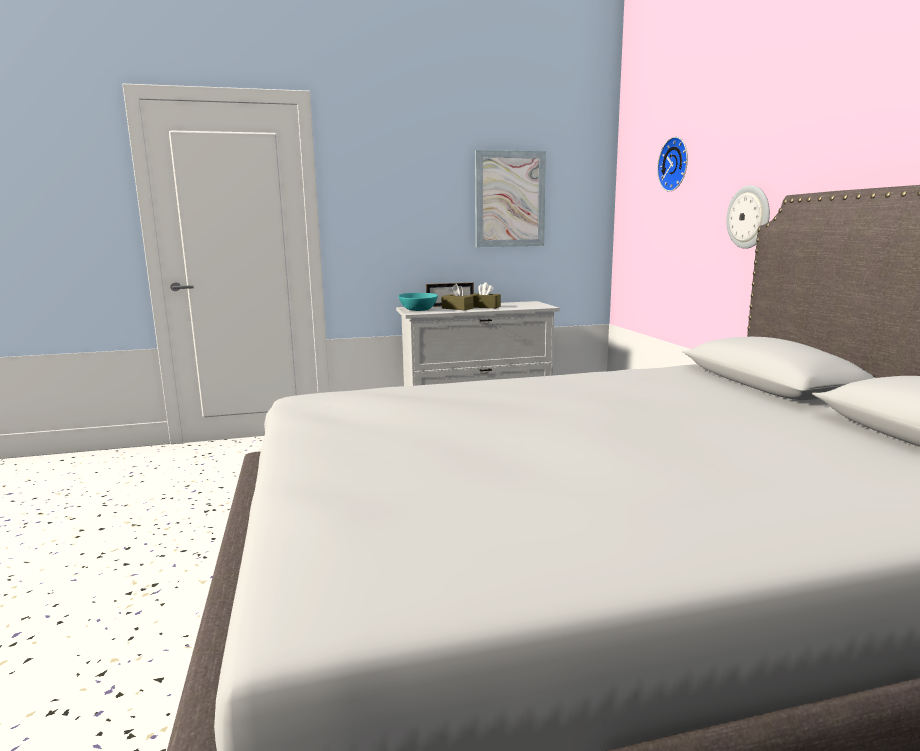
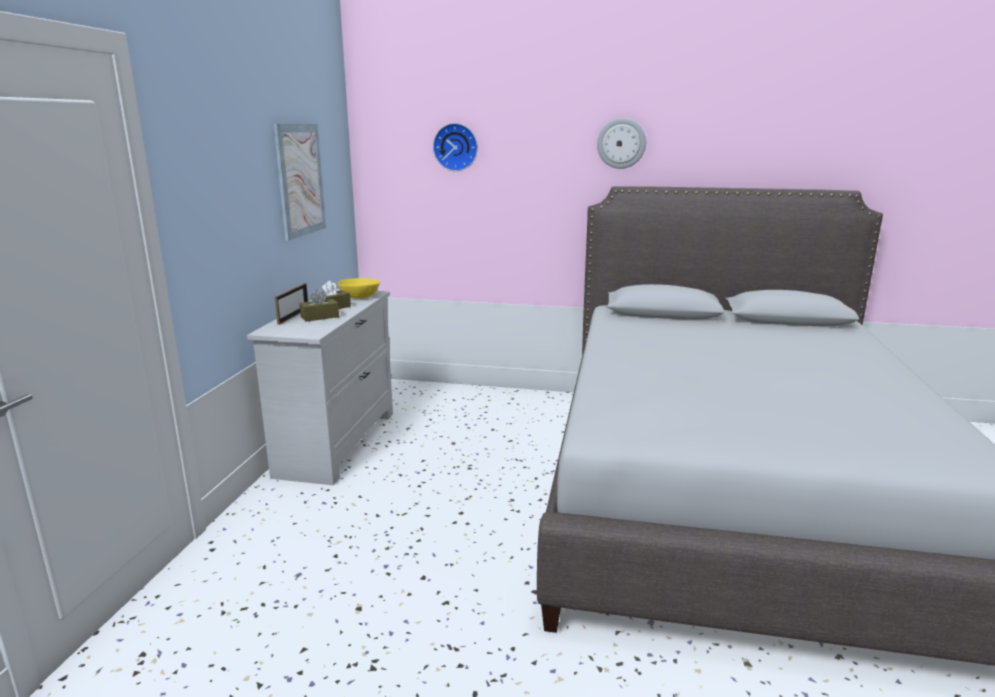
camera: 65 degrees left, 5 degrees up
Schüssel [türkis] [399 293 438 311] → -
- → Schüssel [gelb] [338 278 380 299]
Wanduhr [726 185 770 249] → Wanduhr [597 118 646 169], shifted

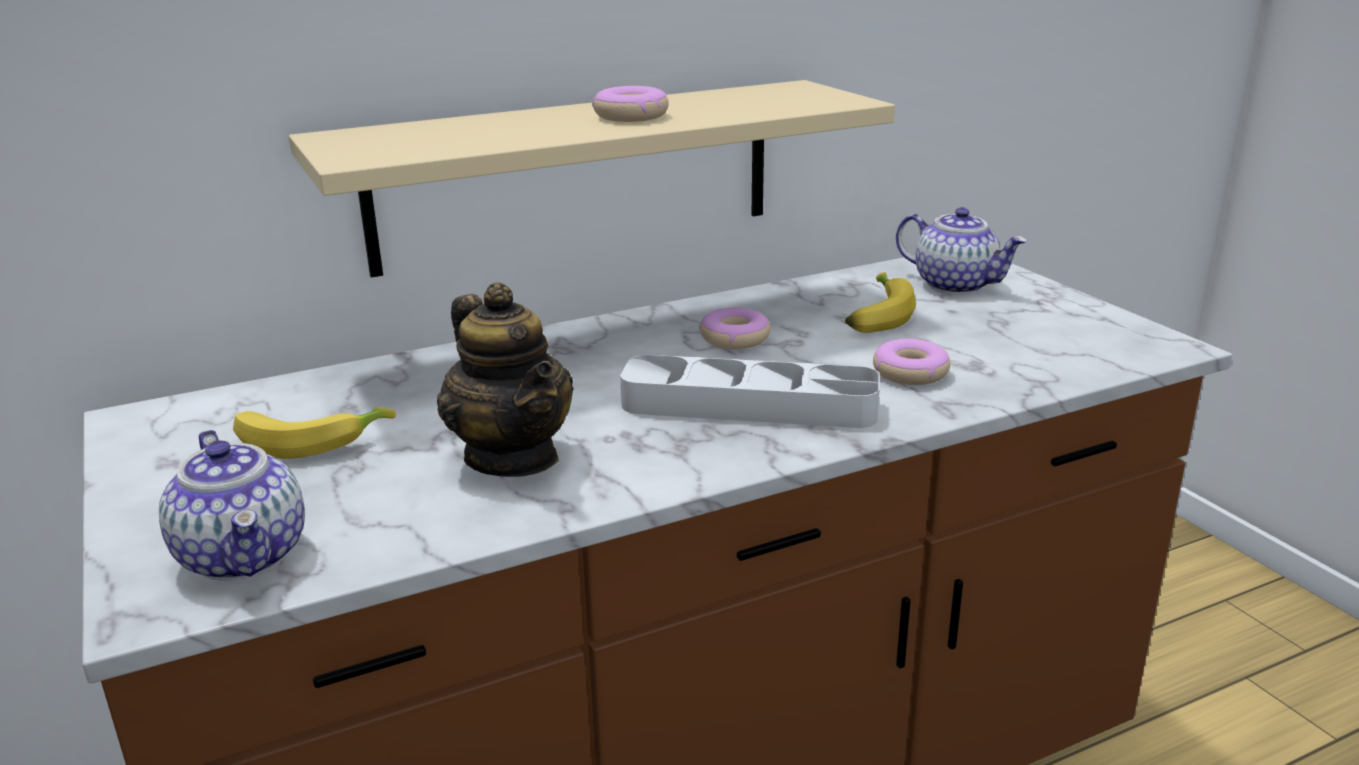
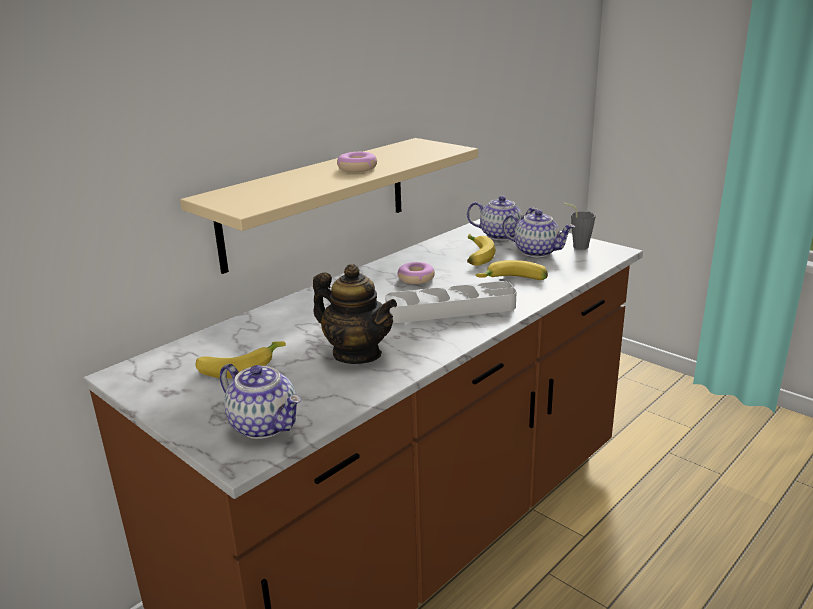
camera: 20 degrees left, 0 degrees up
- → Teekanne [502 210 575 257]
- → Tasse [grau] [564 203 596 249]
Donut [873 339 950 385] → Banane [476 260 548 280]

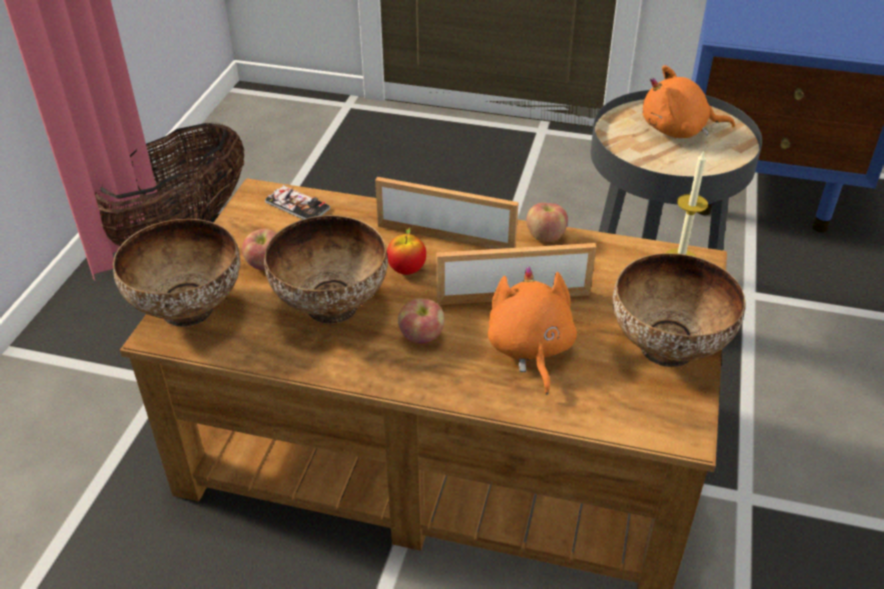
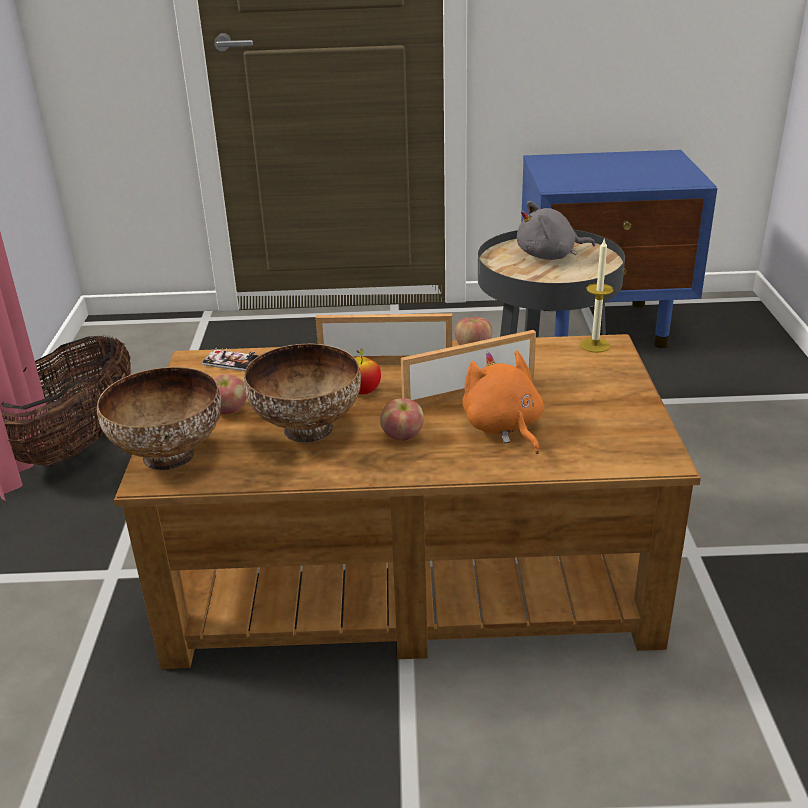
camera: 15 degrees left, 10 degrees down
Schüssel [613 253 746 367] → -
Plüschtier [orange] [643 65 735 138] → Plüschtier [grau] [517 201 595 260]

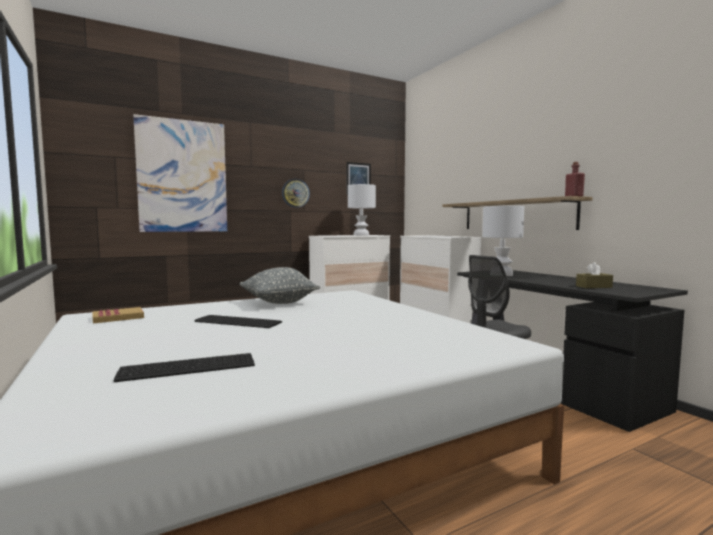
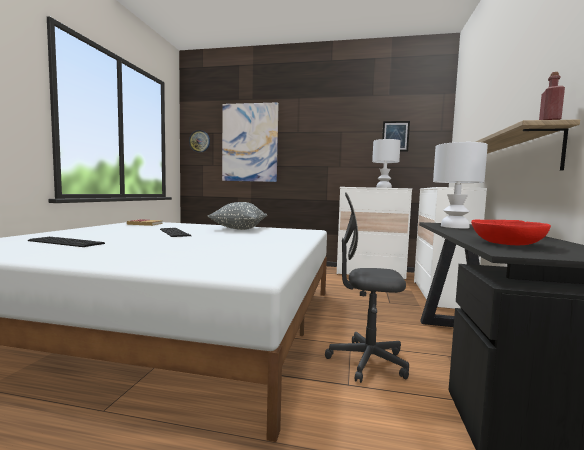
camera: 40 degrees right, 0 degrees up
Wanduhr [282 179 310 208] → Wanduhr [189 130 210 153], shifted
Taschentuchbox [braun] [576 262 613 288] → Schüssel [rot] [471 220 551 245]

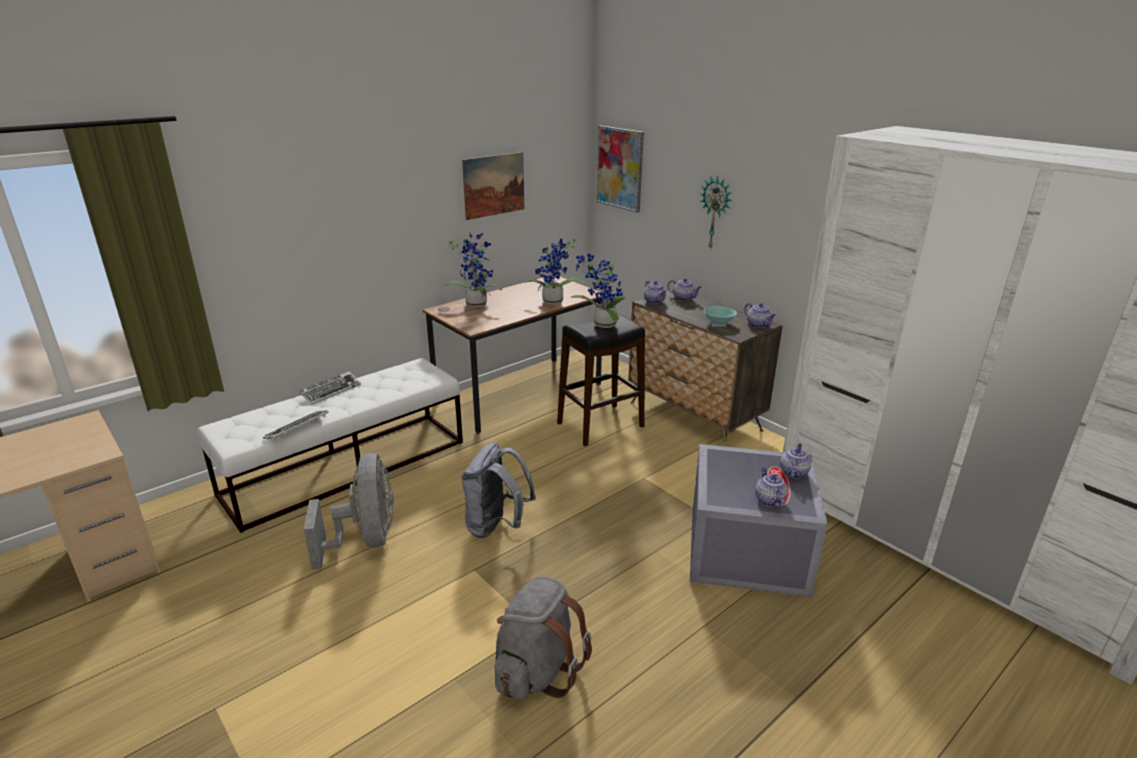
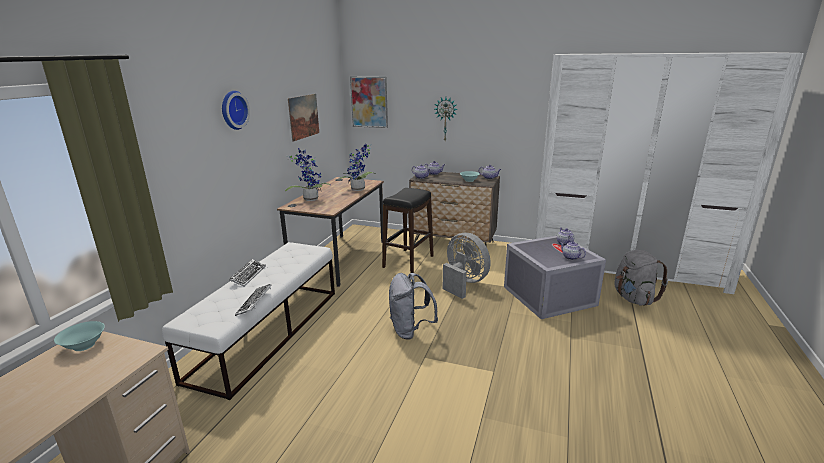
camera: 30 degrees left, 5 degrees down
Topfpflanze [571 253 626 328] → -
- → Schüssel [türkis] [54 321 105 351]
- → Wanduhr [222 91 250 130]
Ventilator [grau] [304 453 394 570] → Ventilator [grau] [443 233 491 299], shifted
Rucksack [grau] [495 576 592 700] → Rucksack [grau] [614 250 668 306], shifted

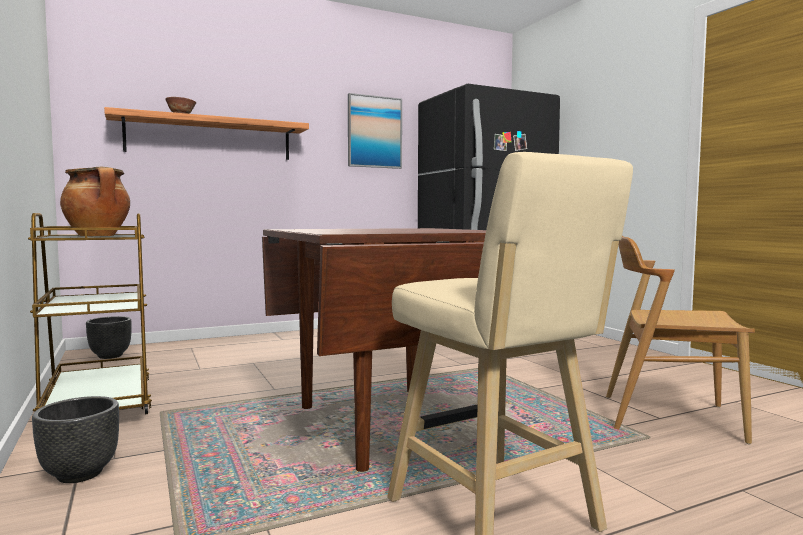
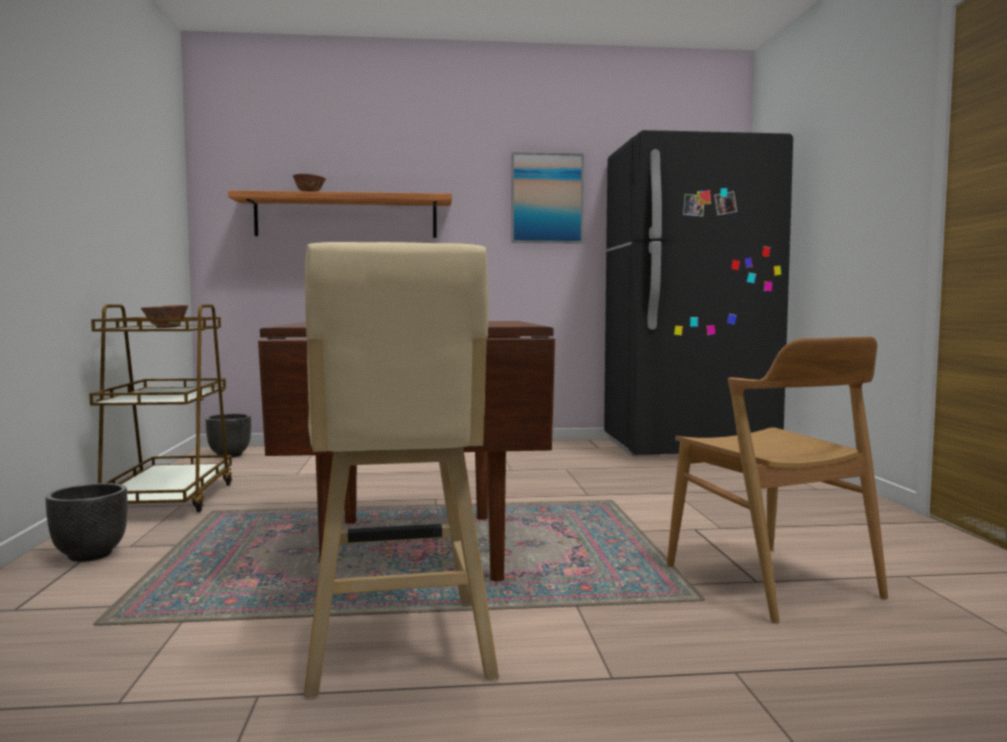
camera: 20 degrees right, 0 degrees up
Kochtopf [60 167 130 237] → Schüssel [141 305 188 328]
Stuhl [braun] [606 236 755 444] → Stuhl [braun] [667 336 888 624], 150 degrees counterclockwise

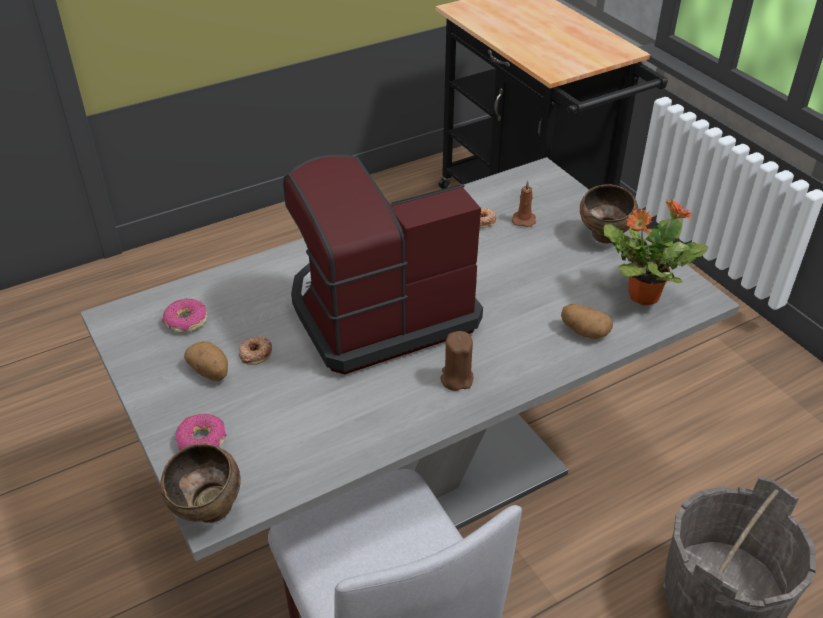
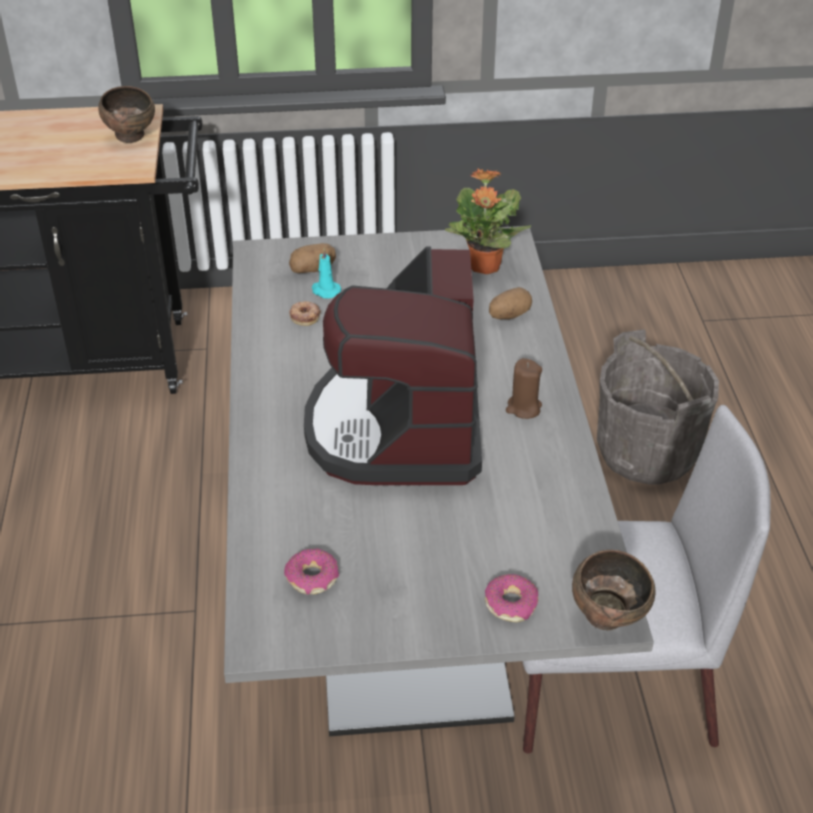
camera: 65 degrees left, 0 degrees up
Donut [239 336 272 365] → -
Kartoffel [184 341 228 381] → Kartoffel [289 243 336 273], shifted
Schüssel [braun] [580 184 638 243] → Schüssel [braun] [98 86 155 143], shifted
Kerze [braun] [512 181 536 227] → Kerze [türkis] [312 248 341 298]

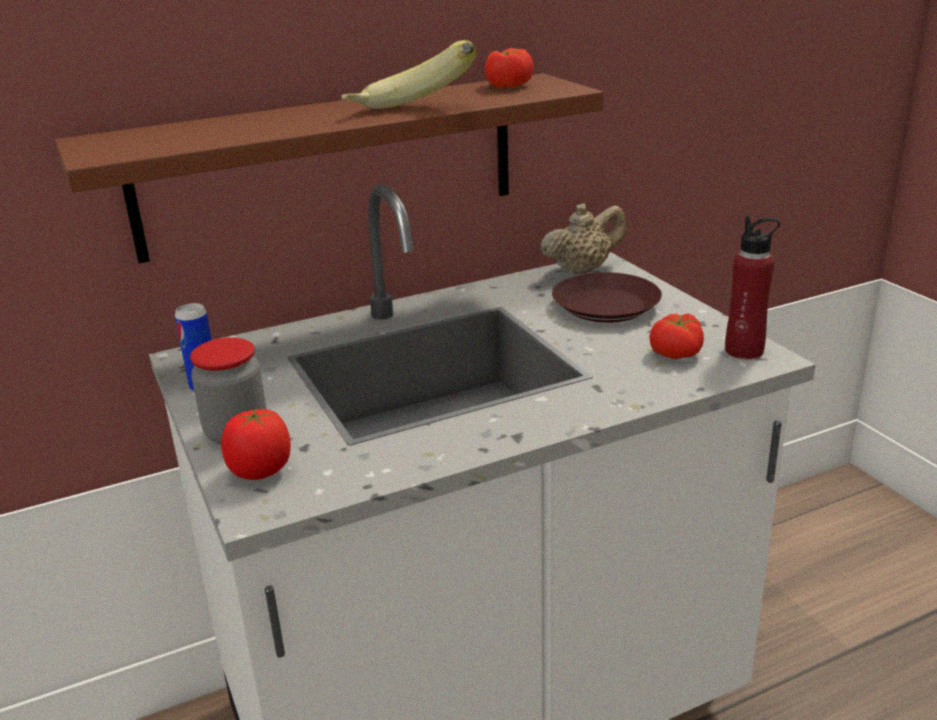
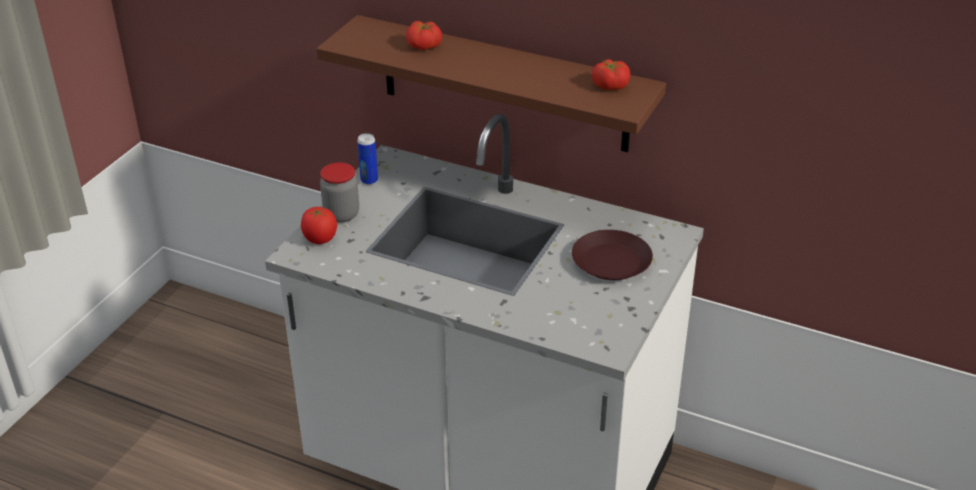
camera: 50 degrees right, 10 degrees up
Banane [341 40 476 109] → -
Teekanne [beige] [541 203 627 275] → -
Flasche [rot] [725 216 780 359] → -
Tomate [649 314 704 359] → Tomate [406 21 442 50], shifted

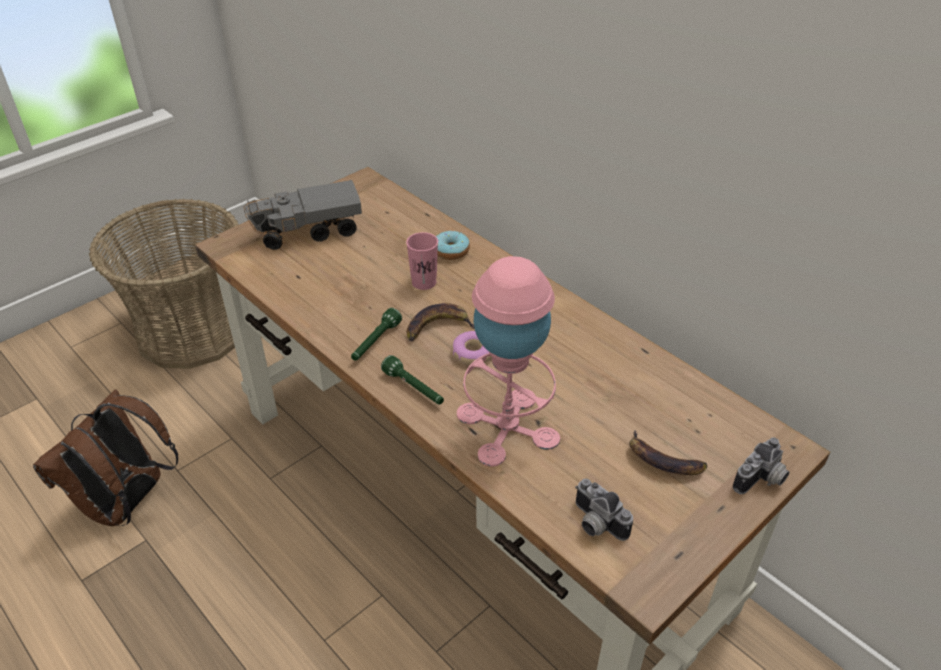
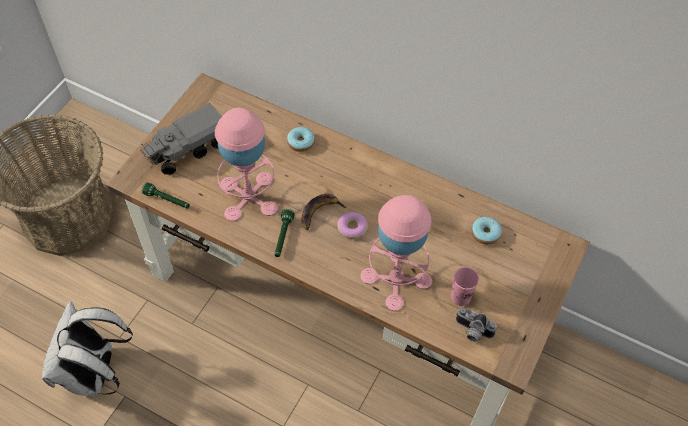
camera: 20 degrees left, 15 degrees up
Banane [629 431 707 475] → -
Kamera [733 437 790 494] → -
- → Tischlampe [rosa] [215 108 278 221]
- → Donut [471 217 502 244]
Taschenlampe [grün] [381 355 444 405] → Taschenlampe [grün] [142 182 190 209], shifted
Tasse [rosa] [406 232 438 290] → Tasse [rosa] [451 267 479 306], shifted
Rucksack [braun] [33 389 178 526] → Rucksack [weiß] [42 301 133 396]

